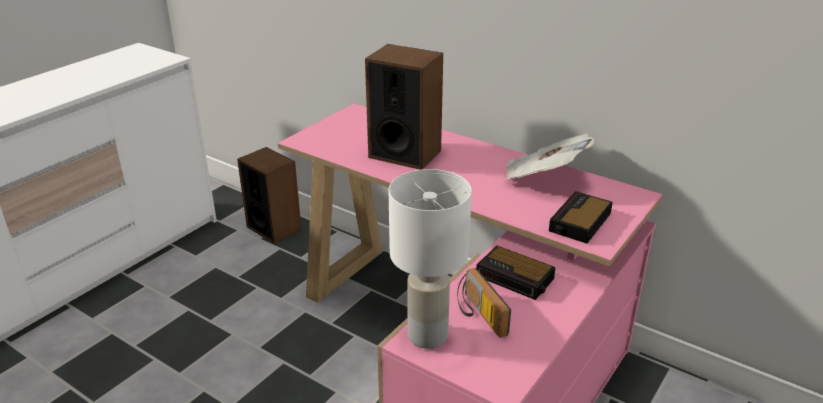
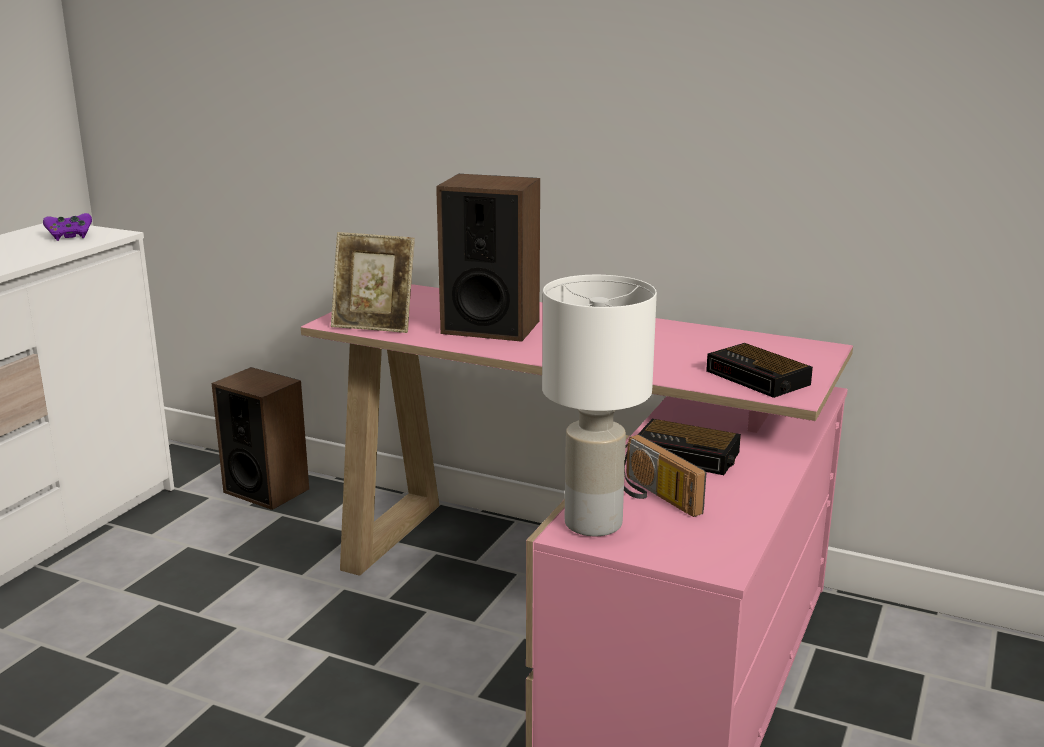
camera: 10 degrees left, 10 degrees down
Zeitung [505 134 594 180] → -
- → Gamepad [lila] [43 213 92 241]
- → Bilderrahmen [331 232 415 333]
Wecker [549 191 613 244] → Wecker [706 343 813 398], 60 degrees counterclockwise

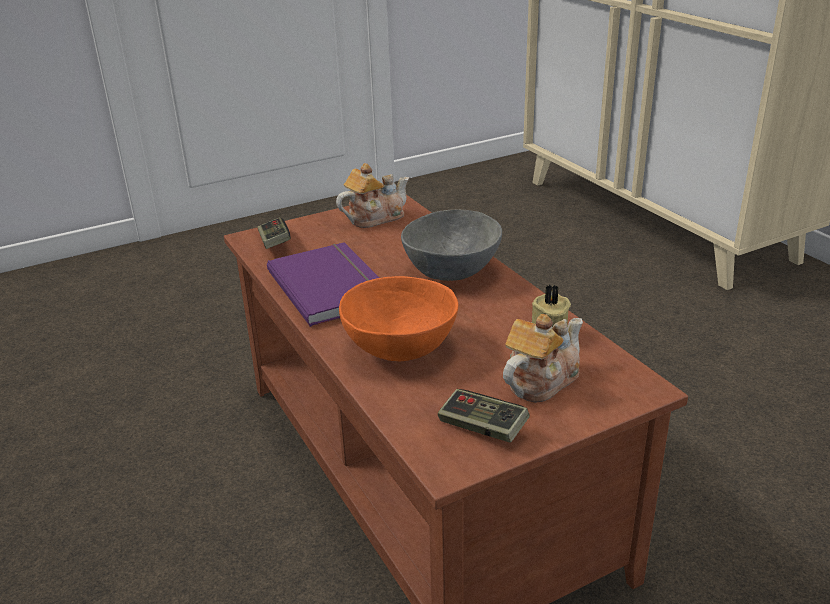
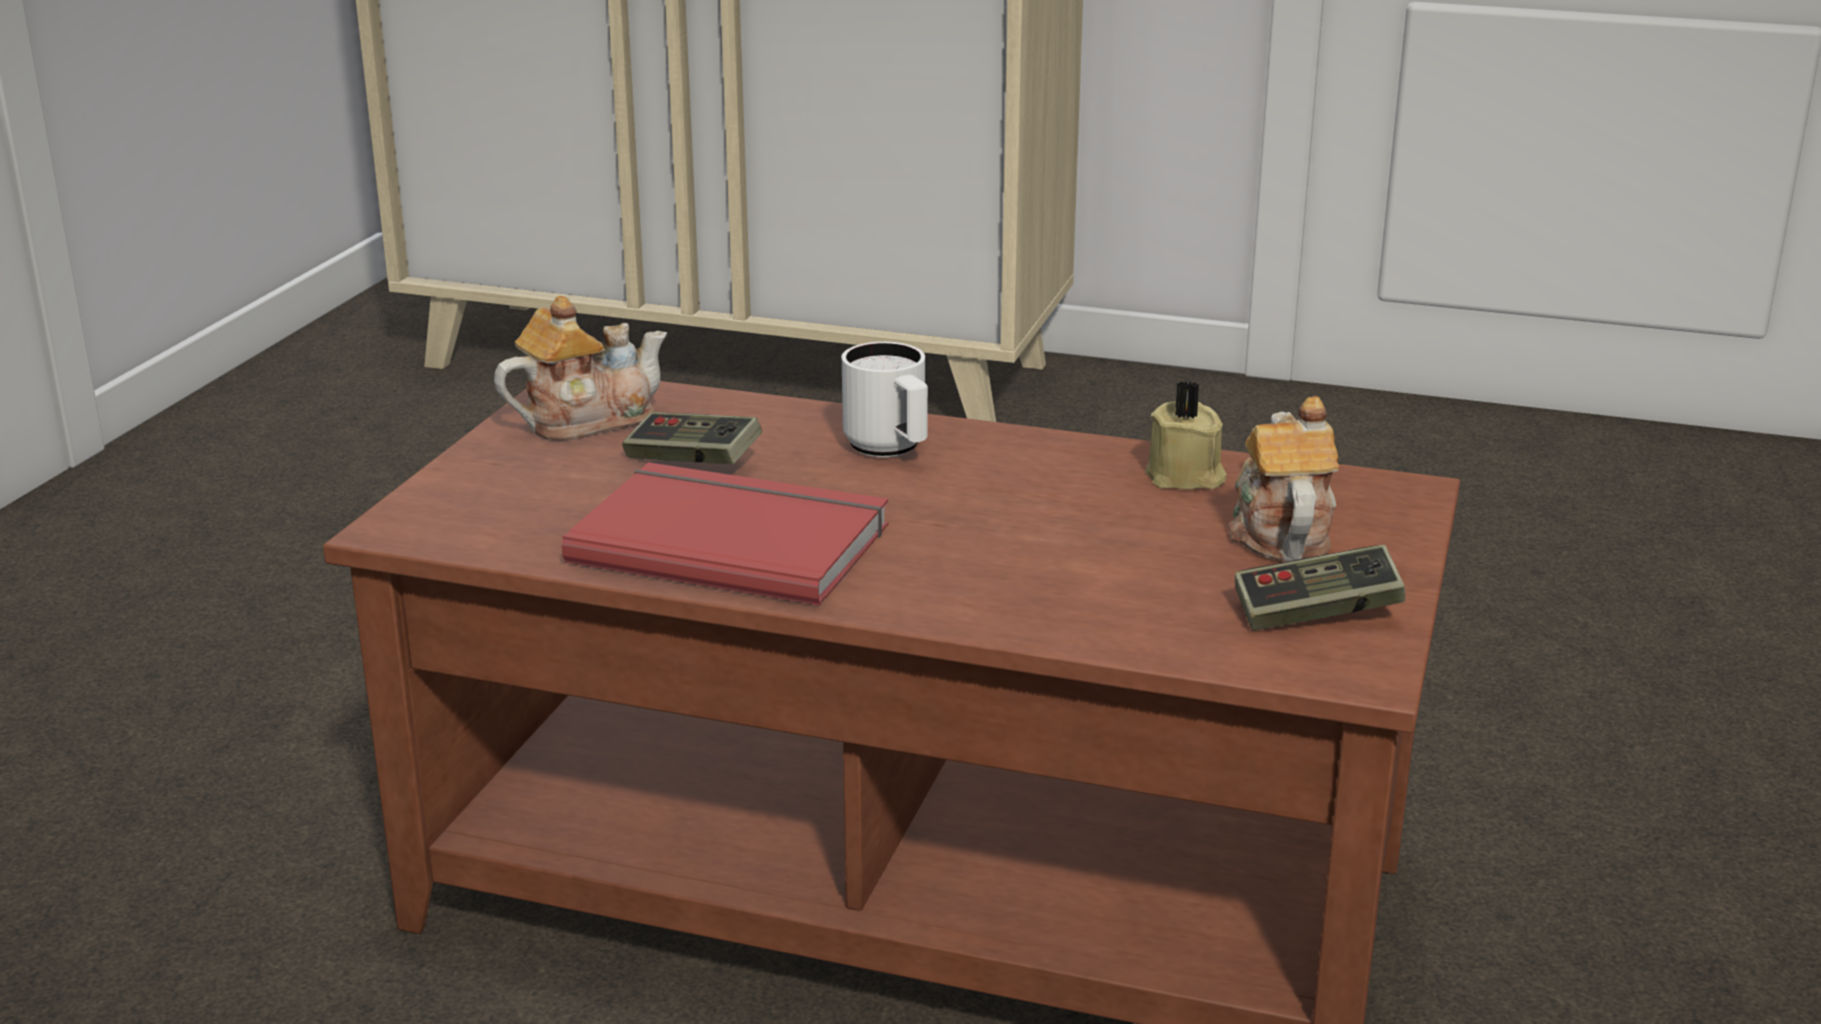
camera: 45 degrees left, 5 degrees down
Schüssel [orange] [339 276 458 361] → -
Gamepad [257 217 291 249] → Gamepad [622 412 762 464], shifted
Schüssel [grau] [401 209 502 281] → Henkelbecher [weiß] [842 342 928 457]
Buch [lila] [267 242 379 327] → Buch [rot] [562 462 888 606]
Teekanne [336 163 409 228] → Teekanne [494 296 668 441], 45 degrees clockwise

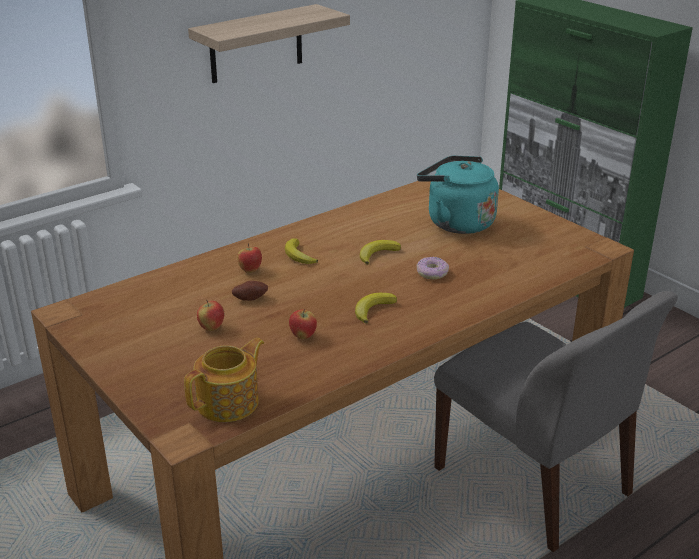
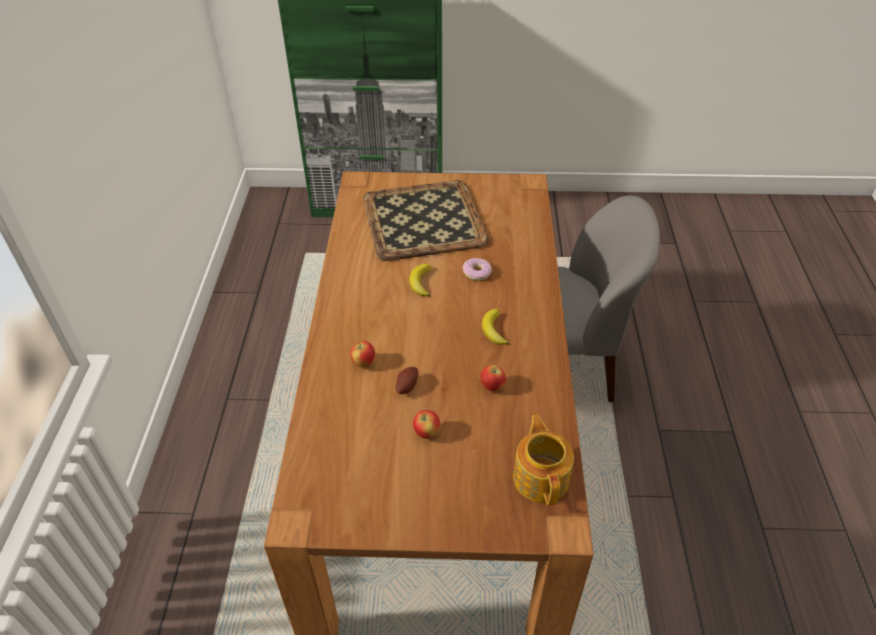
camera: 50 degrees left, 15 degrees up
Wandregal [188 4 350 83] → -
Banane [285 238 318 264] → -
Wasserkessel [türkis] [417 156 499 234] → Tablett [363 180 489 261]

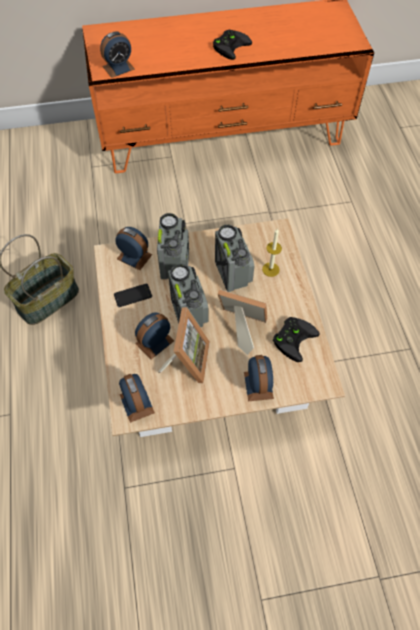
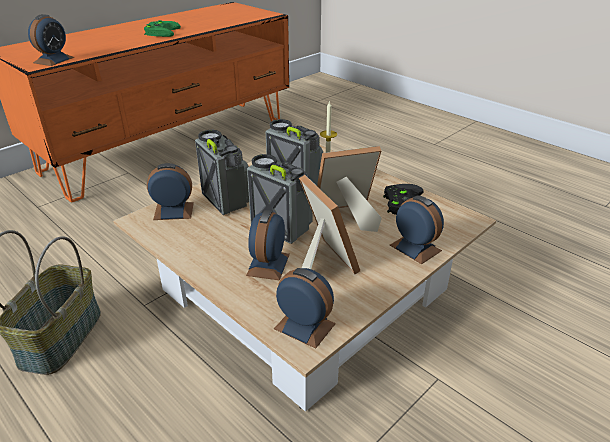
camera: 35 degrees left, 25 degrees down
Handy [114 284 152 307] → -
Gamepad [schwarz] [213 30 252 60] → Gamepad [grün] [144 20 181 37]

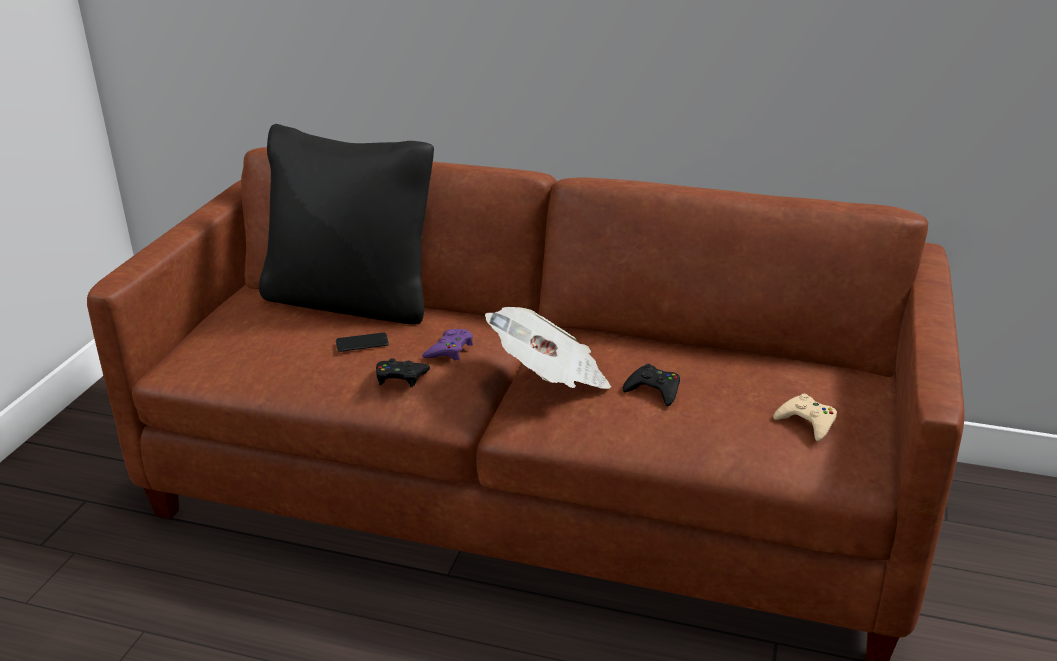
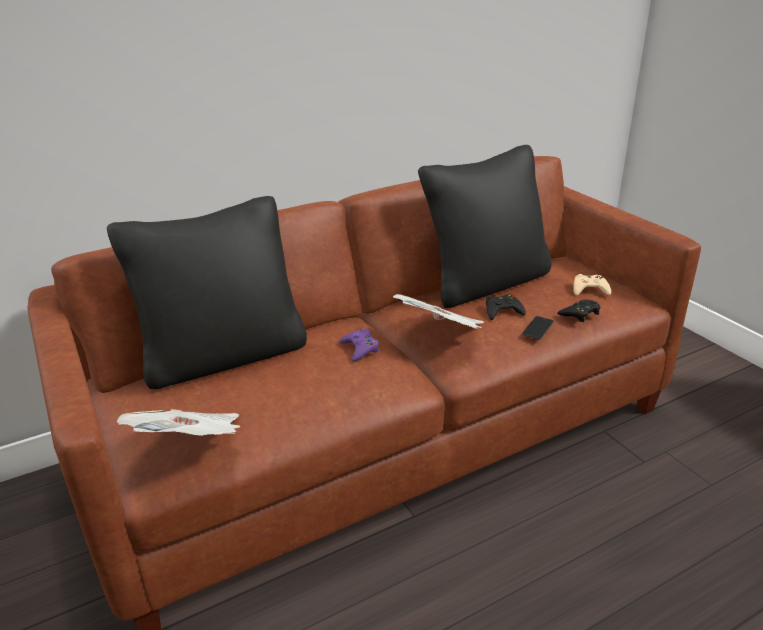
camera: 45 degrees left, 0 degrees up
- → Zeitung [117 409 241 436]
- → Kissen [schwarz] [418 145 552 308]
Handy [336 332 389 352] → Handy [523 316 554 339], shifted
Gamepad [schwarz] [376 358 430 387] → Gamepad [schwarz] [557 300 601 322], shifted

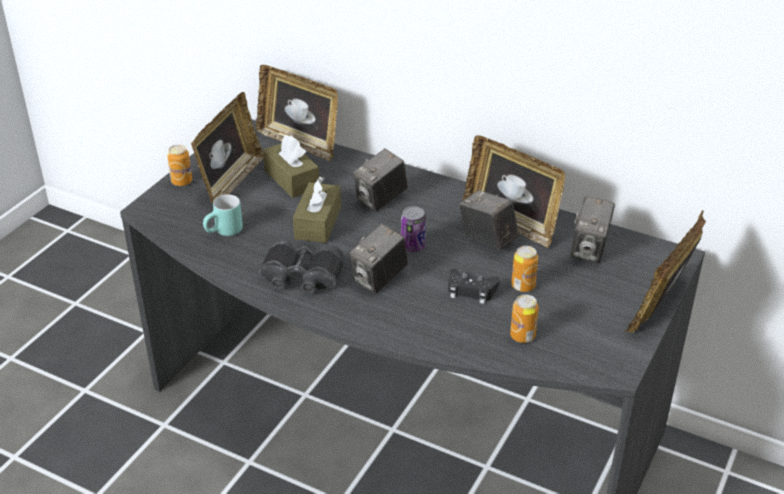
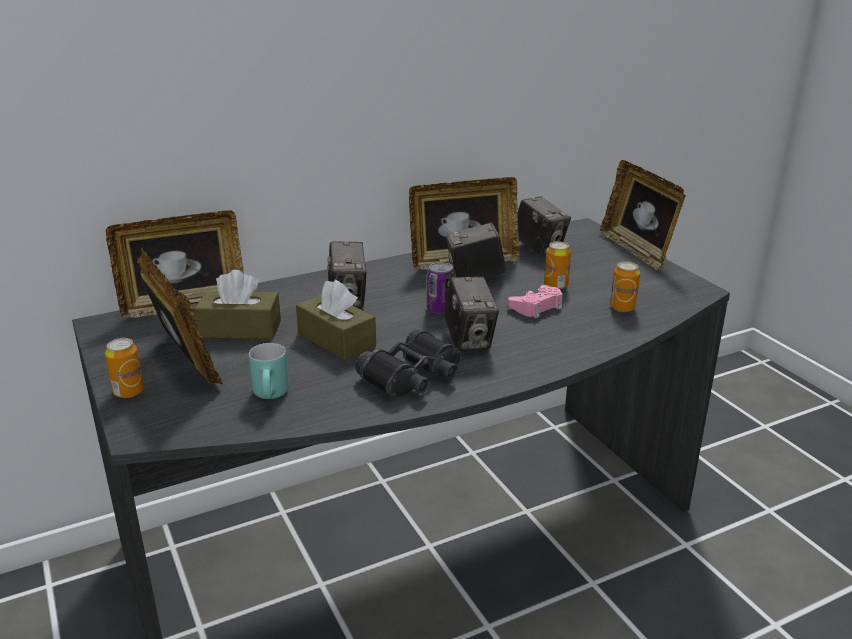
camera: 55 degrees left, 10 degrees down
Gamepad [schwarz] [448 269 500 304] → Gamepad [rosa] [508 285 563 318]

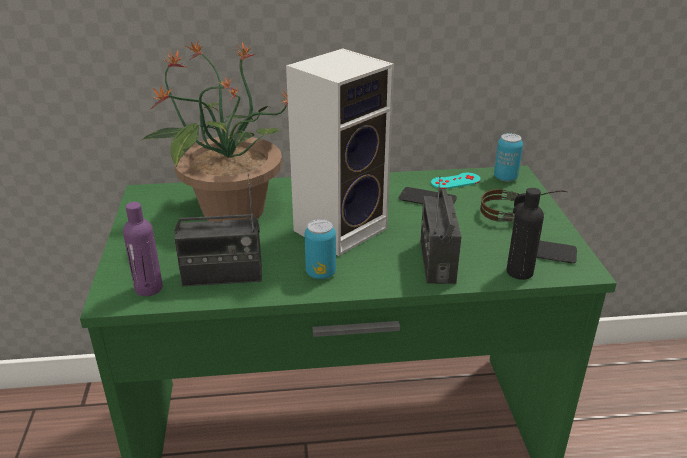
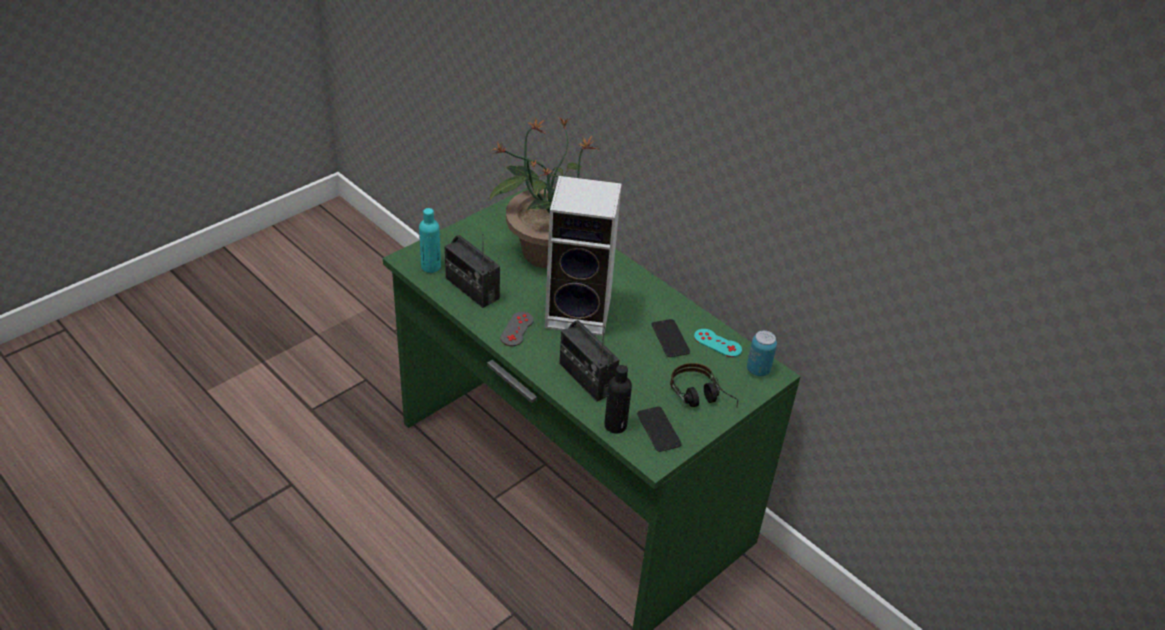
camera: 50 degrees right, 10 degrees up
Dose [305 219 336 279] → Gamepad [grau] [500 312 534 346]
Flasche [lila] [123 202 163 296] → Flasche [türkis] [419 208 441 273]
Radio [420 175 462 284] → Radio [559 320 619 401], 90 degrees counterclockwise

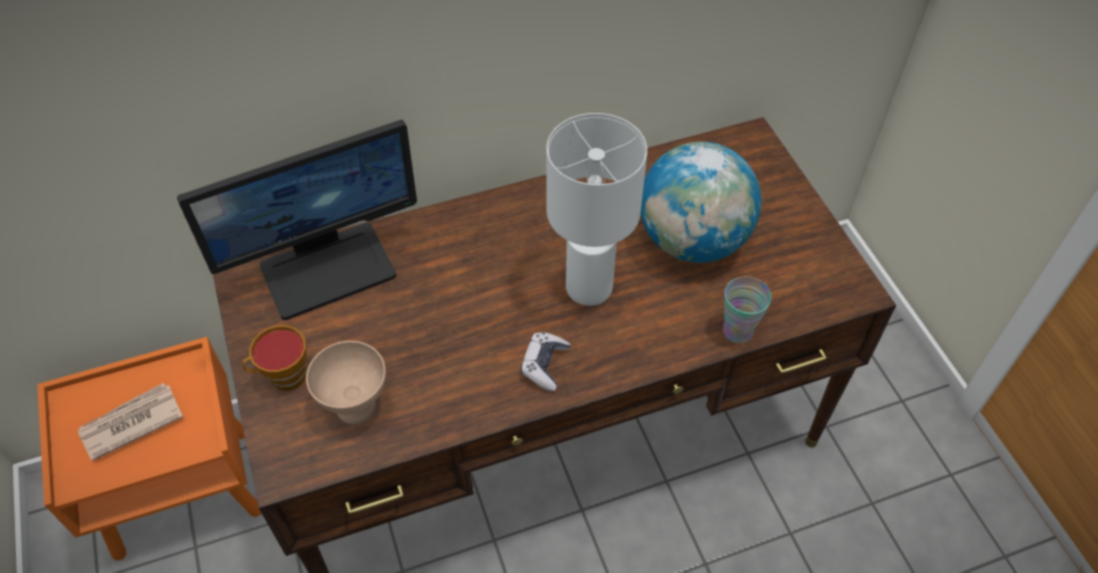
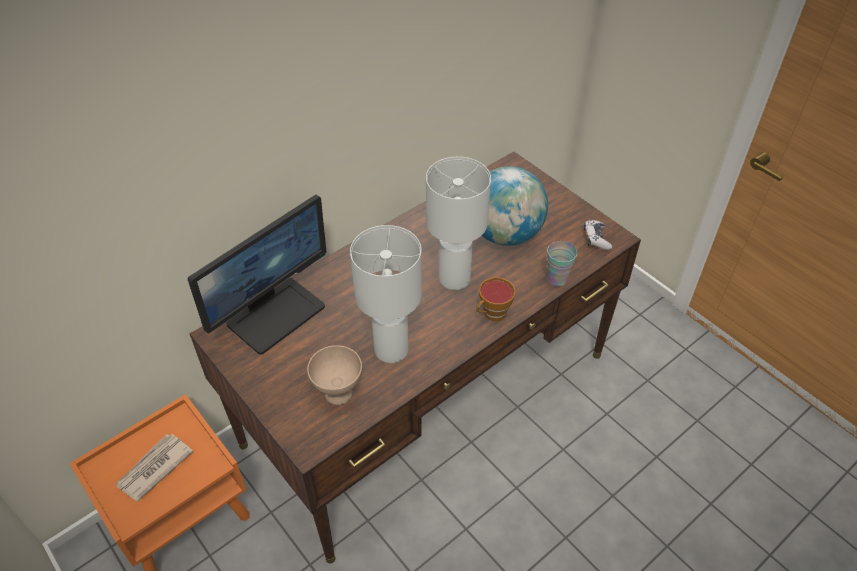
camera: 20 degrees left, 5 degrees down
- → Tischlampe [weiß] [350 225 422 363]
Tasse [242 325 307 391] → Tasse [477 277 515 321], shifted
Gamepad [521 332 571 391] → Gamepad [584 220 612 250], shifted

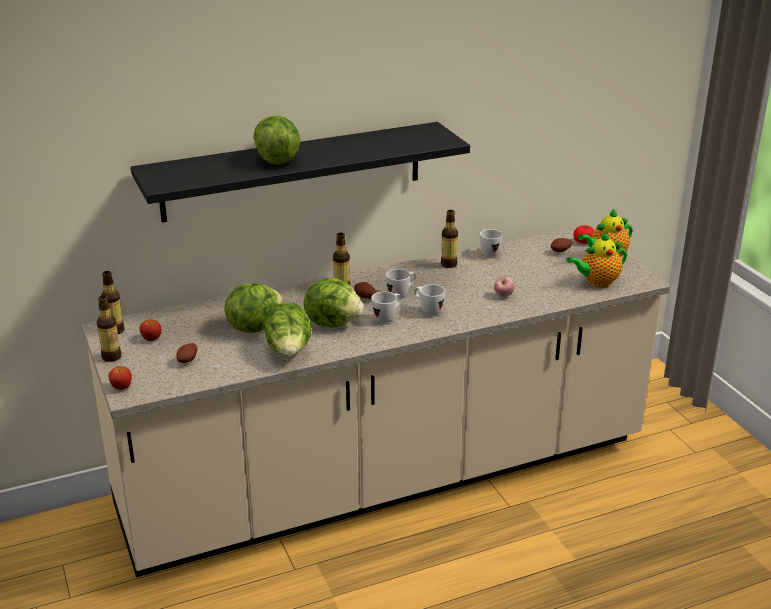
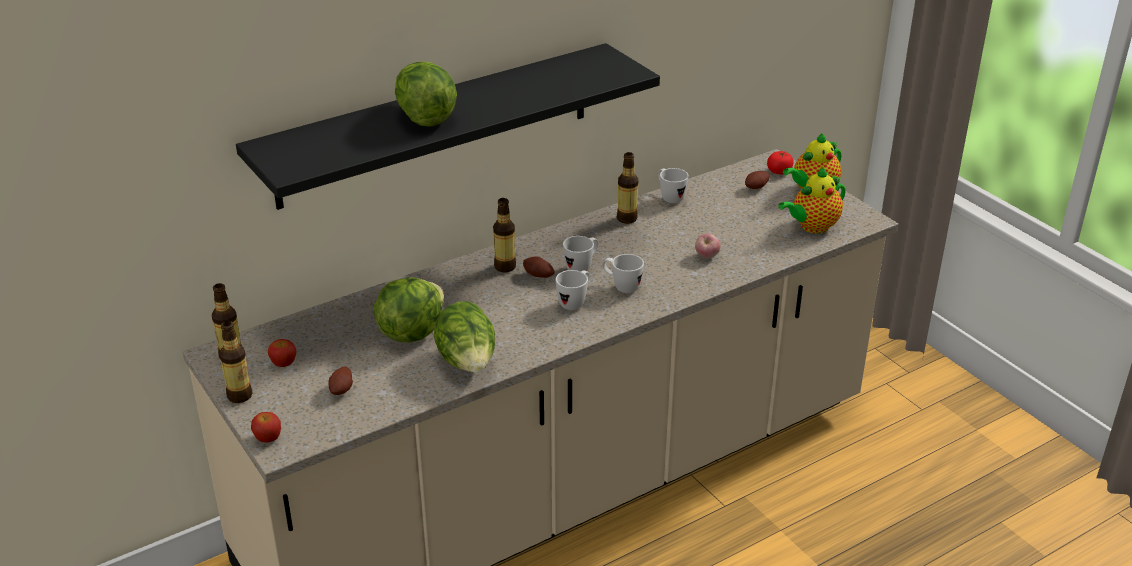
camera: 10 degrees left, 5 degrees up
Salatkopf [304 278 364 327] → -

